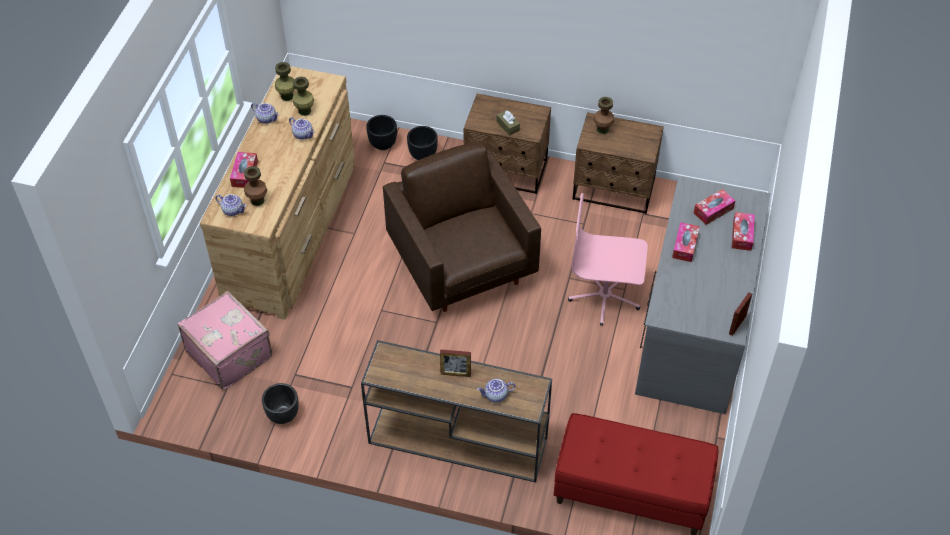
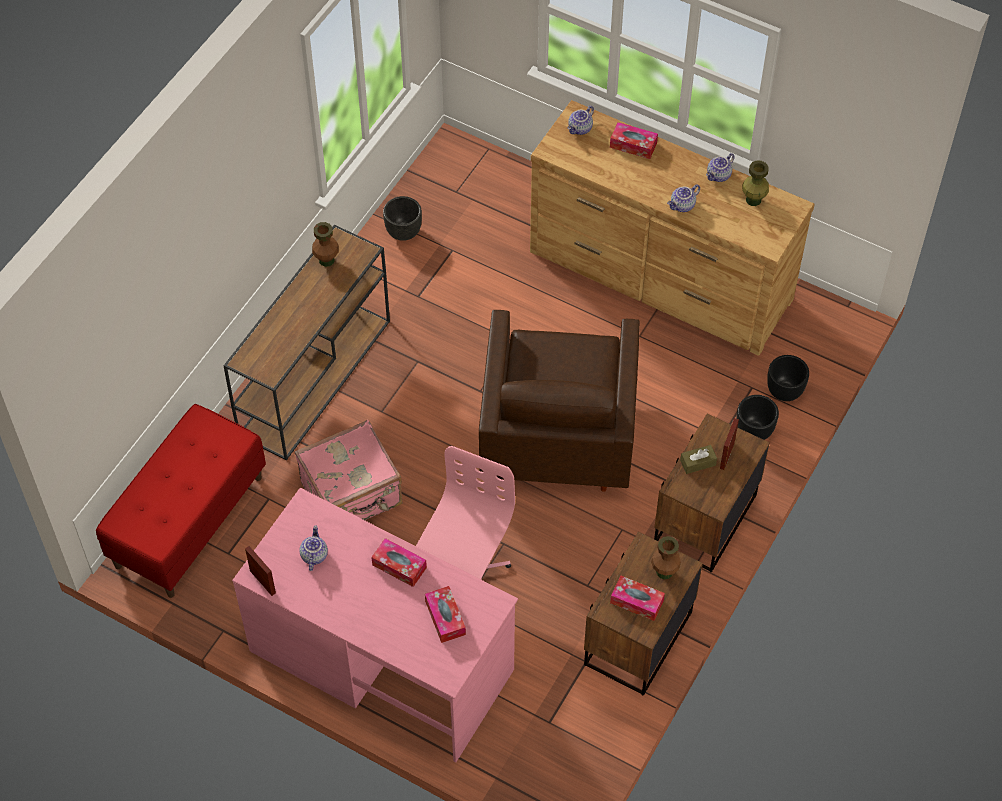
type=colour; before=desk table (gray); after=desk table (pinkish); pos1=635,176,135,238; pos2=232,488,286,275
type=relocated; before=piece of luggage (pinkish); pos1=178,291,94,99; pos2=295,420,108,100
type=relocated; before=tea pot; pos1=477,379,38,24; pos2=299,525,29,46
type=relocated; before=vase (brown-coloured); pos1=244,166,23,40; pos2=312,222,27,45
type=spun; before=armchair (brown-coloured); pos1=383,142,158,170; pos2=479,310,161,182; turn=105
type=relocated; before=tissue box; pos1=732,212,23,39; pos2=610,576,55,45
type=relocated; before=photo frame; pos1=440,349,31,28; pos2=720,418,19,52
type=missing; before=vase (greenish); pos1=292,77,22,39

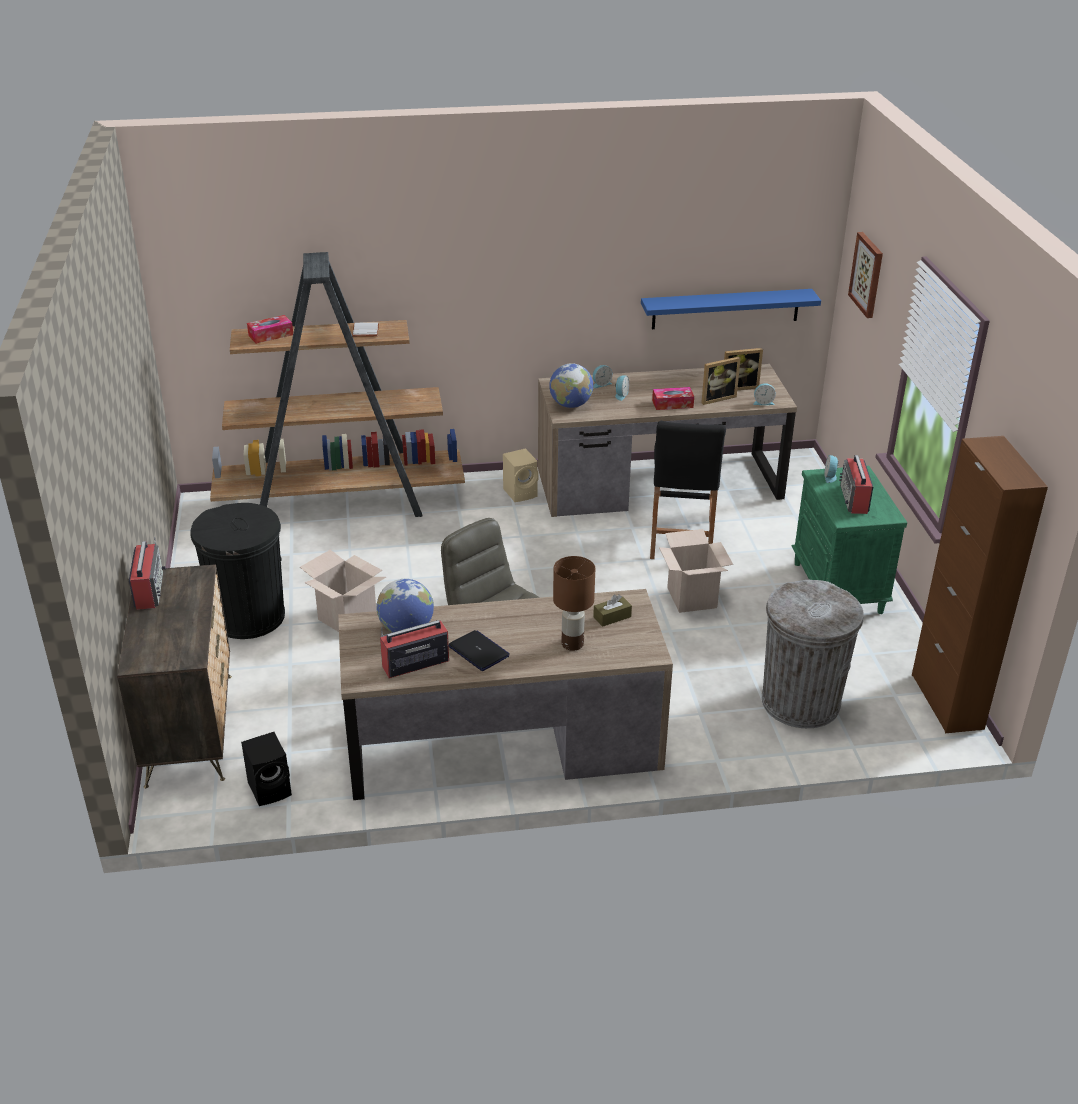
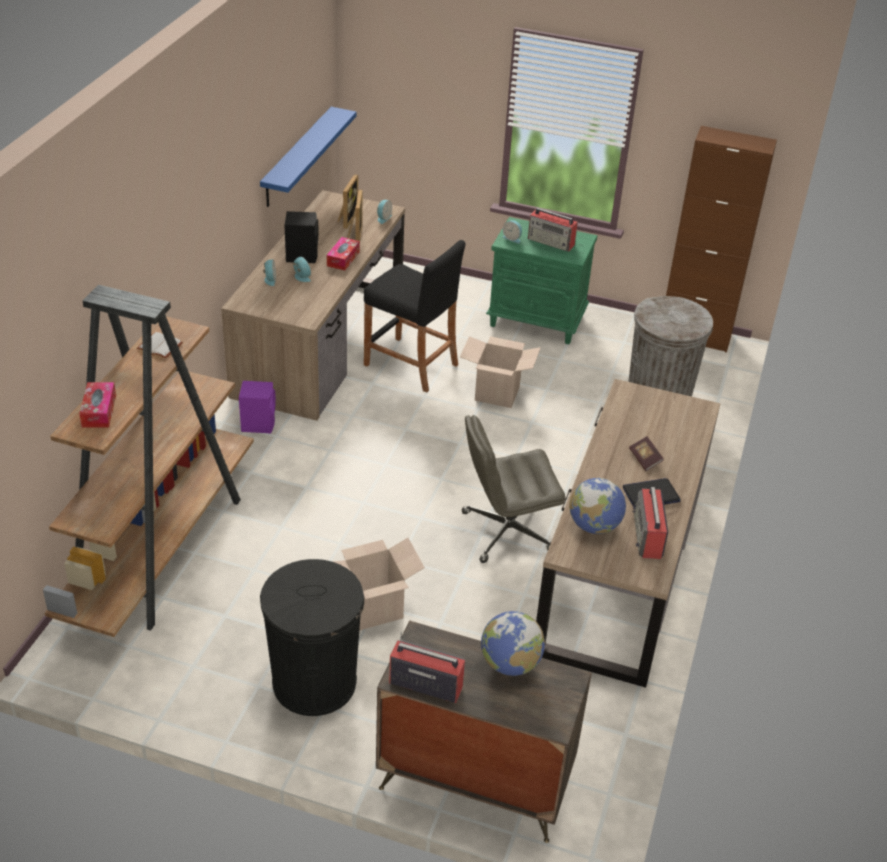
type=colour; before=audio speaker (beige-coloured); after=audio speaker (purplish); pos1=503,448,35,54; pos2=239,381,37,53
type=relocated; before=audio speaker (black-coloured); pos1=241,732,51,74; pos2=284,211,34,52
type=relocated; before=desk globe; pos1=549,363,44,45; pos2=481,611,64,65
type=appeared; after=bound book; pos2=629,436,35,35
type=missing; before=table lamp (brown-coloured); pos1=553,556,42,95
type=missing; before=tissue box (brown-coloured); pos1=593,594,39,33
type=missing; before=picture; pos1=848,232,35,86

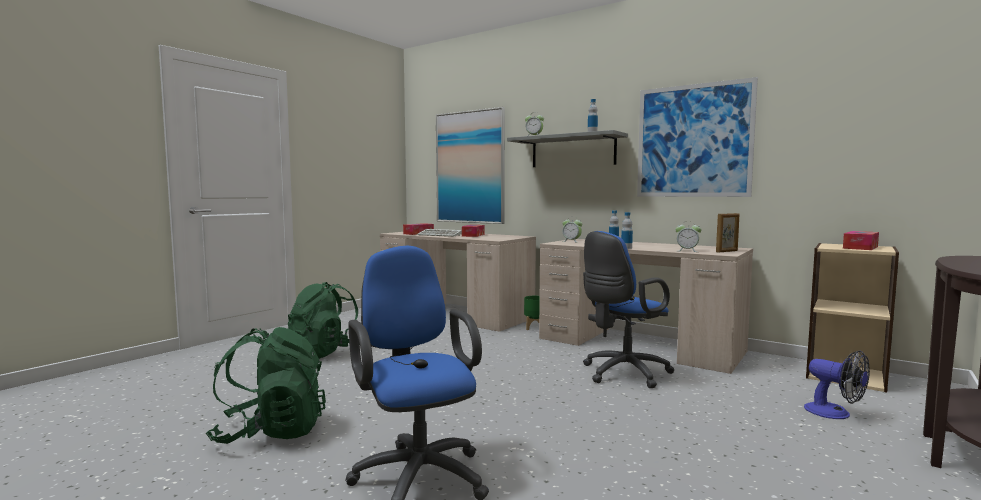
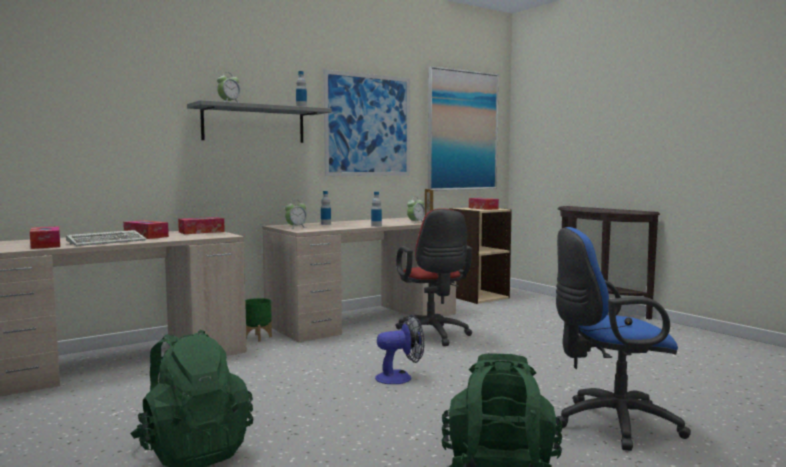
type=appeared; after=tissue box; pos2=178,217,47,17
type=relocated; before=cooling fan; pos1=804,350,66,69; pos2=375,315,49,69
type=colour; before=office chair (blue-coloured); after=office chair (reddish); pos1=583,231,92,157; pos2=395,208,77,138
type=relocated; before=picture; pos1=436,107,69,117; pos2=428,66,71,125

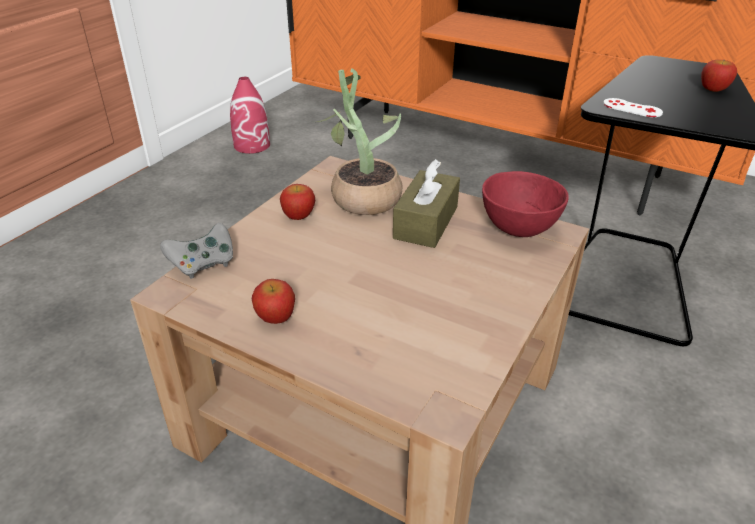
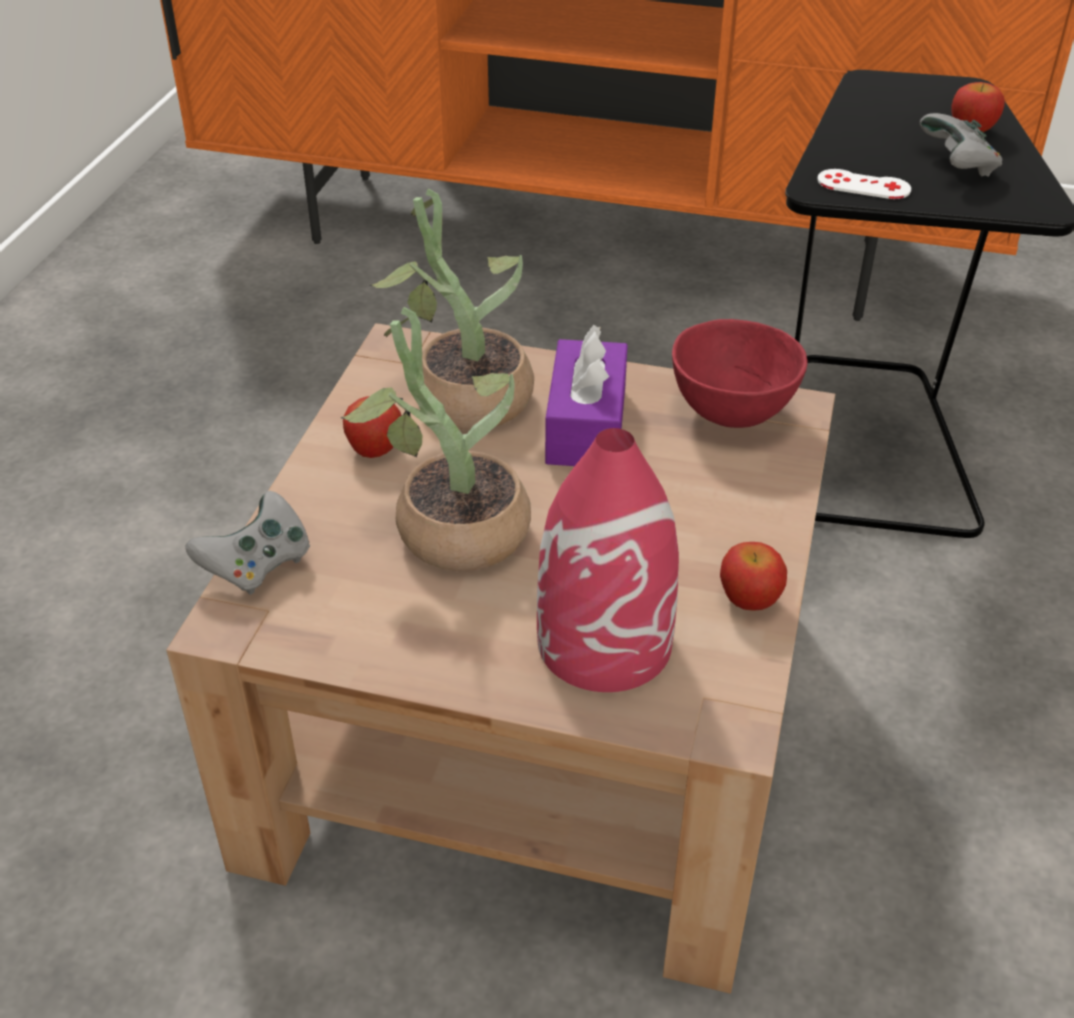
type=appeared; after=potted plant; pos2=341,307,190,264
type=relocated; before=vase (reddish); pos1=230,77,40,77; pos2=537,428,142,264
type=colour; before=tissue box (brown-coloured); after=tissue box (purplish); pos1=393,159,67,89; pos2=545,325,83,141
type=relocated; before=whole apple; pos1=252,279,43,45; pos2=720,542,67,69
type=appeared; after=game controller (gray); pos2=920,113,82,64

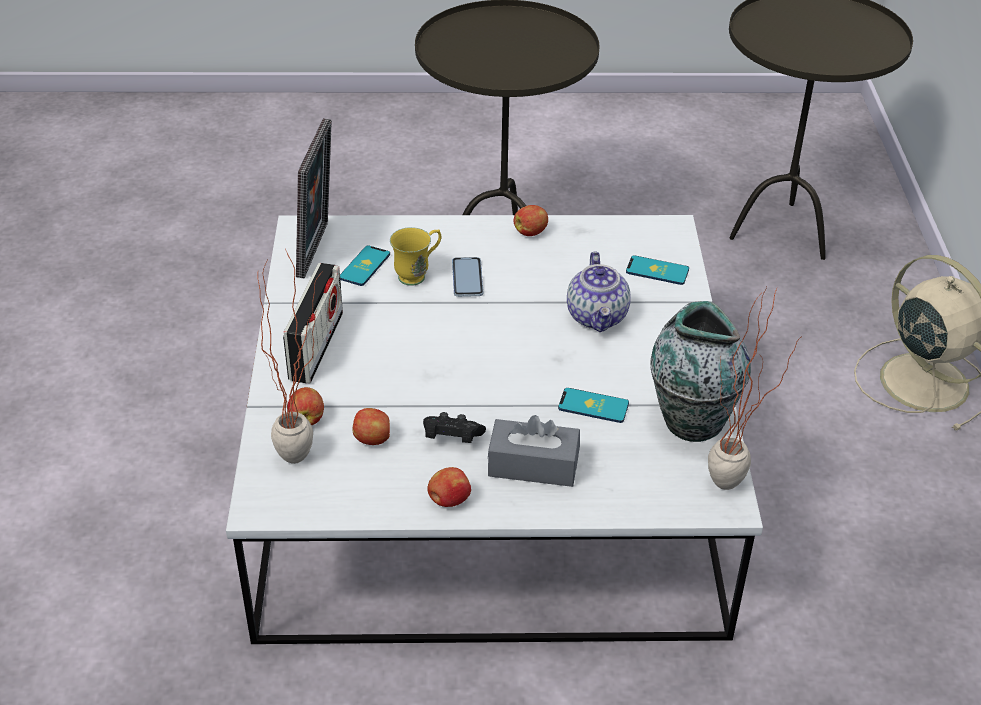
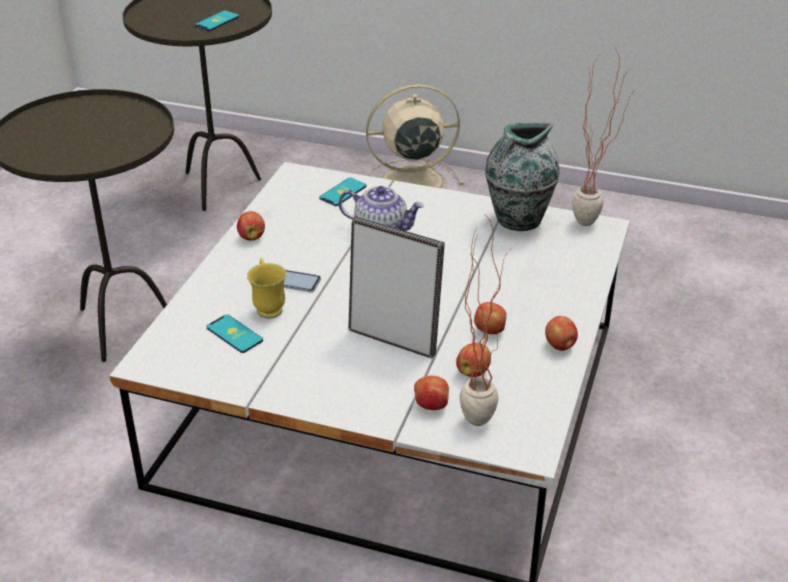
type=relocated; before=phone; pos1=558,388,71,35; pos2=195,10,44,21
type=relocated; before=photo frame; pos1=296,118,36,160; pos2=348,217,97,141
type=exchanged; before=game controller (black-coloured); after=whole apple; pos1=423,412,63,31; pos2=474,302,33,32
type=missing; before=radio receiver; pos1=283,263,60,121
type=missing; before=tissue box (gray); pos1=488,415,92,72

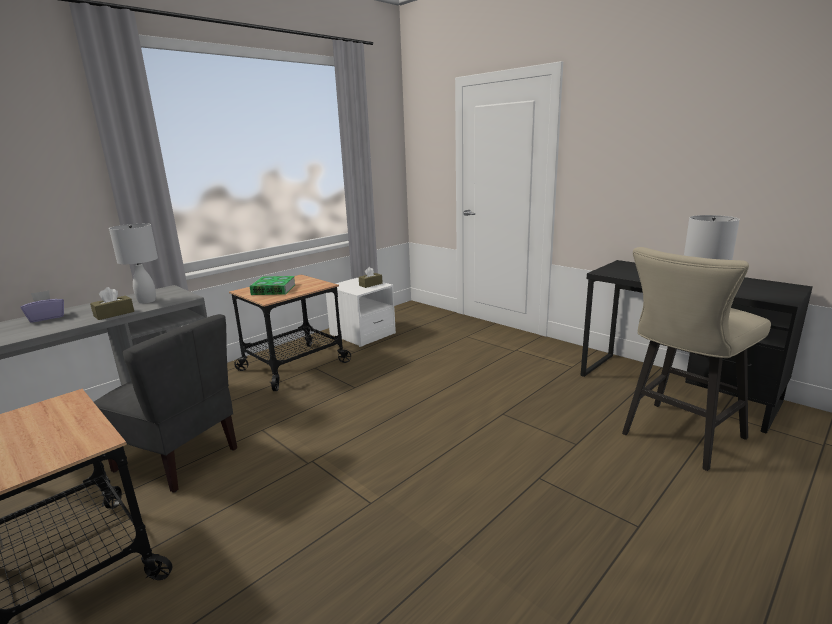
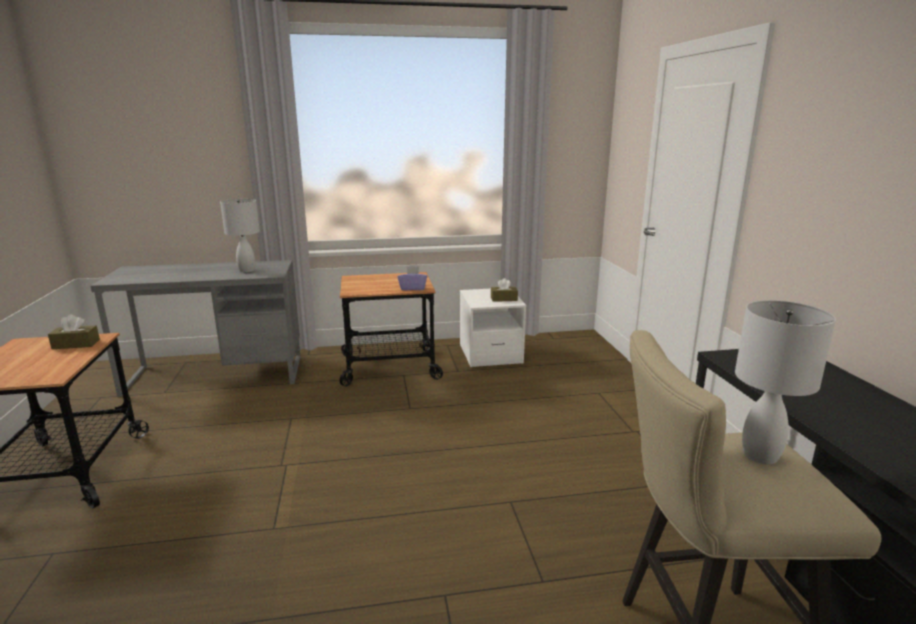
type=relocated; before=tissue box (brown-coloured); pos1=90,287,44,33; pos2=48,314,52,35
type=relocated; before=tissue box (purplish); pos1=21,290,43,33; pos2=398,266,29,24
type=missing; before=upright chair (gray); pos1=94,314,143,179
type=missing; before=bound book; pos1=250,276,46,19

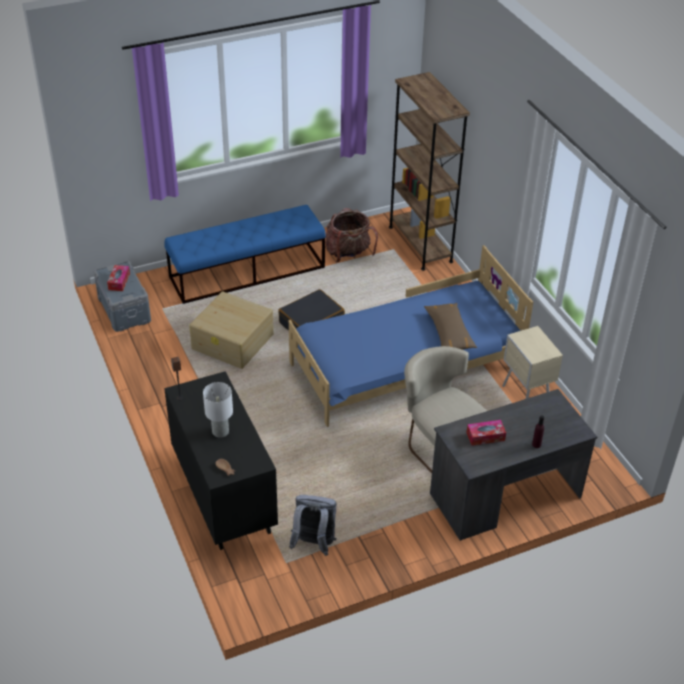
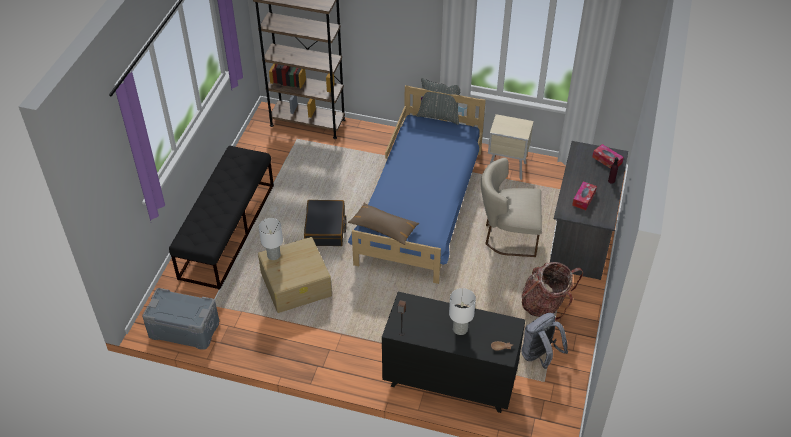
type=colour; before=bench (blue-coloured); after=bench (black-coloured); pos1=165,205,161,99; pos2=169,146,105,143
type=appeared; after=table lamp (whitish); pos2=259,218,24,42
type=relocated; before=cushion (brown-coloured); pos1=424,303,53,47; pos2=348,203,71,42
type=appeared; after=cushion (gray); pos2=416,78,44,47
type=relocated; before=knapsack; pos1=325,208,53,55; pos2=522,262,61,59
type=relocated; before=tissue box; pos1=107,265,23,26; pos2=592,144,32,25

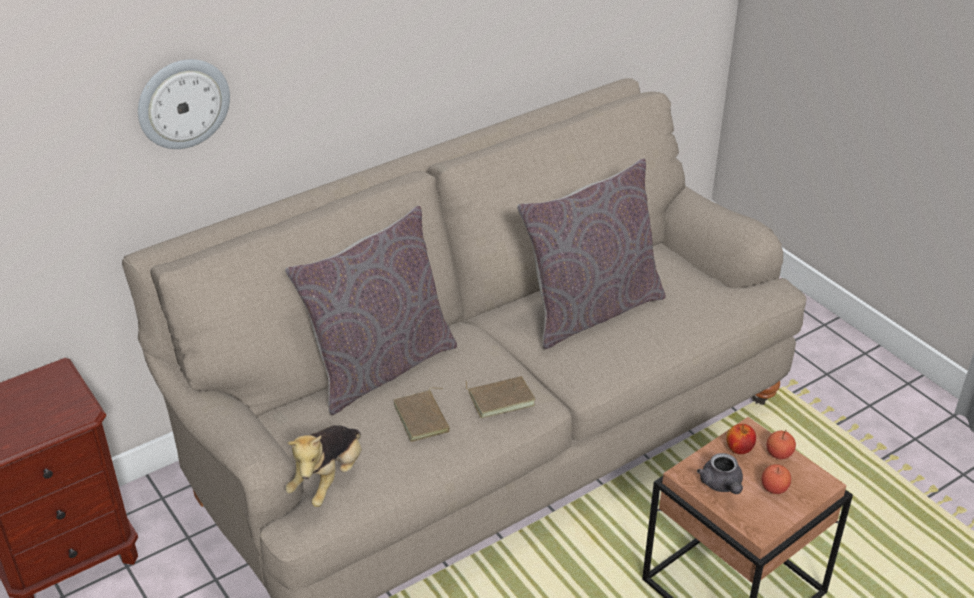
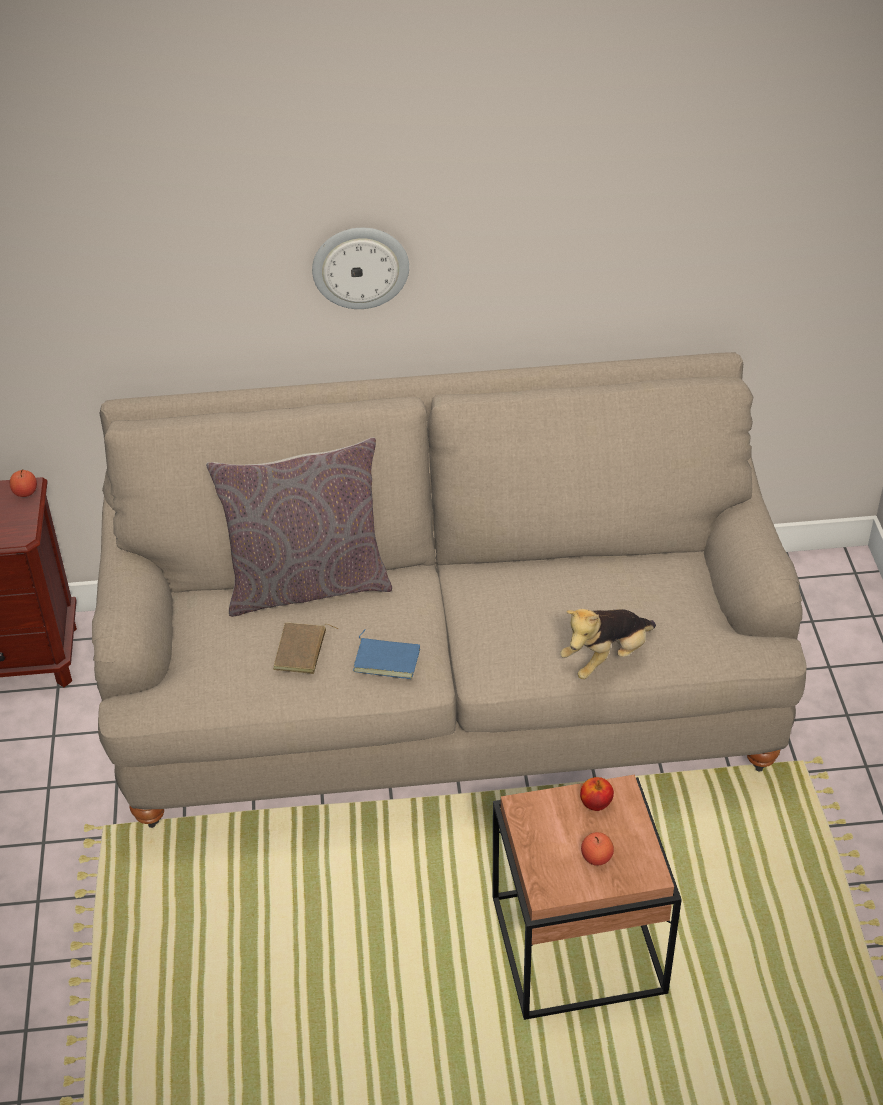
type=relocated; before=whole apple; pos1=766,430,30,29; pos2=10,469,27,28
type=relocated; before=hanging clock; pos1=138,59,92,90; pos2=312,228,97,81
type=colour; before=bound book (brown-coloured); after=bound book (blue-coloured); pos1=465,376,71,42; pos2=353,629,67,50
type=relocated; before=cuddly toy; pos1=285,425,76,82; pos2=560,609,96,70
type=missing; before=cushion (gray); pos1=517,158,148,191
type=missing; before=tea pot (gray); pos1=697,453,46,41

